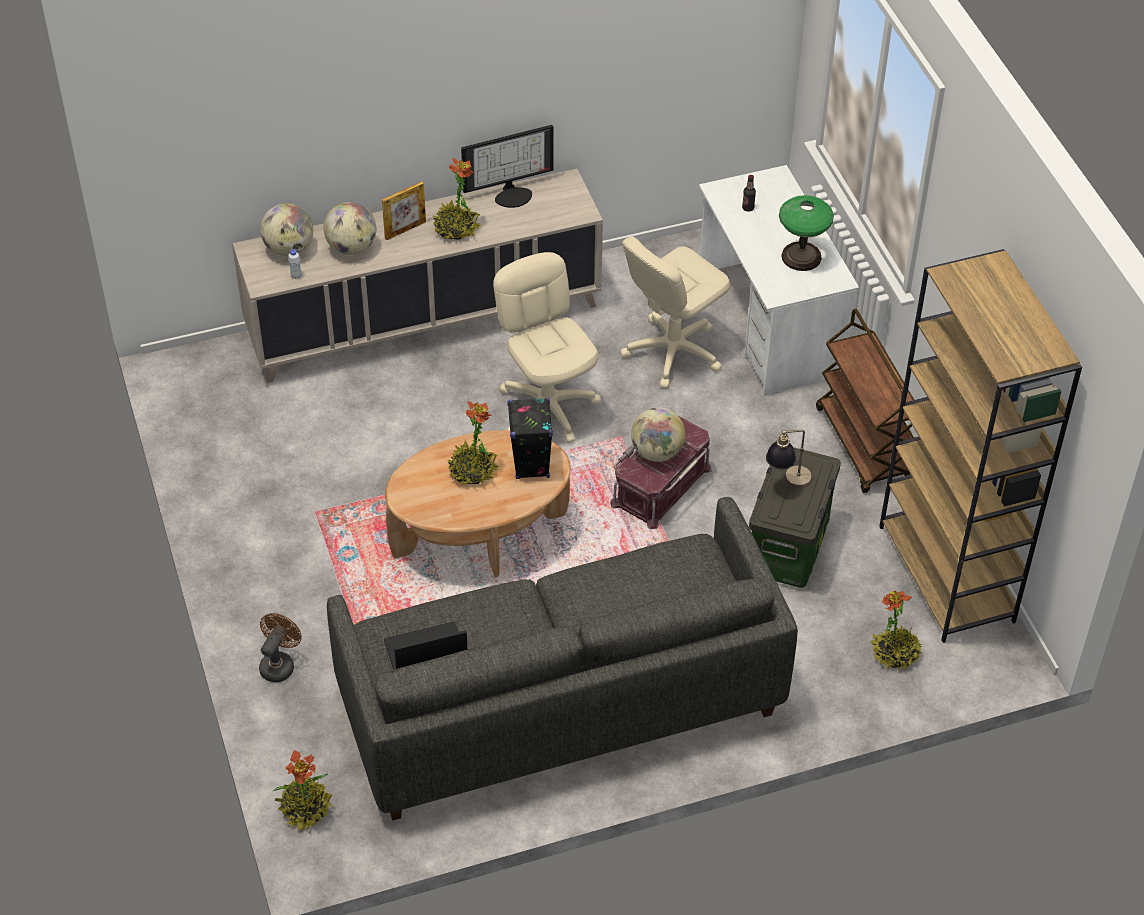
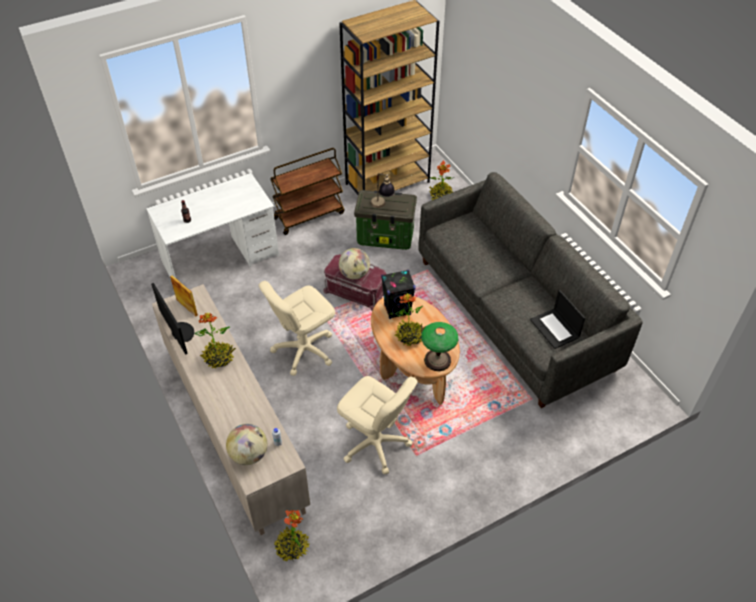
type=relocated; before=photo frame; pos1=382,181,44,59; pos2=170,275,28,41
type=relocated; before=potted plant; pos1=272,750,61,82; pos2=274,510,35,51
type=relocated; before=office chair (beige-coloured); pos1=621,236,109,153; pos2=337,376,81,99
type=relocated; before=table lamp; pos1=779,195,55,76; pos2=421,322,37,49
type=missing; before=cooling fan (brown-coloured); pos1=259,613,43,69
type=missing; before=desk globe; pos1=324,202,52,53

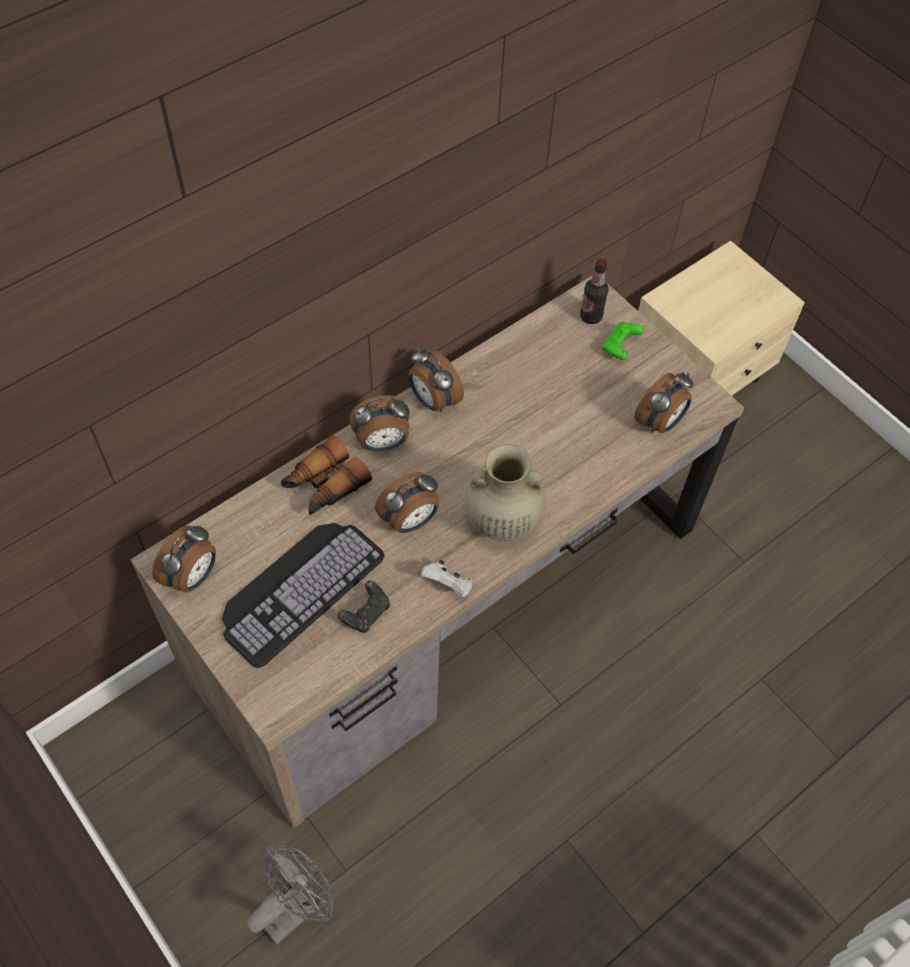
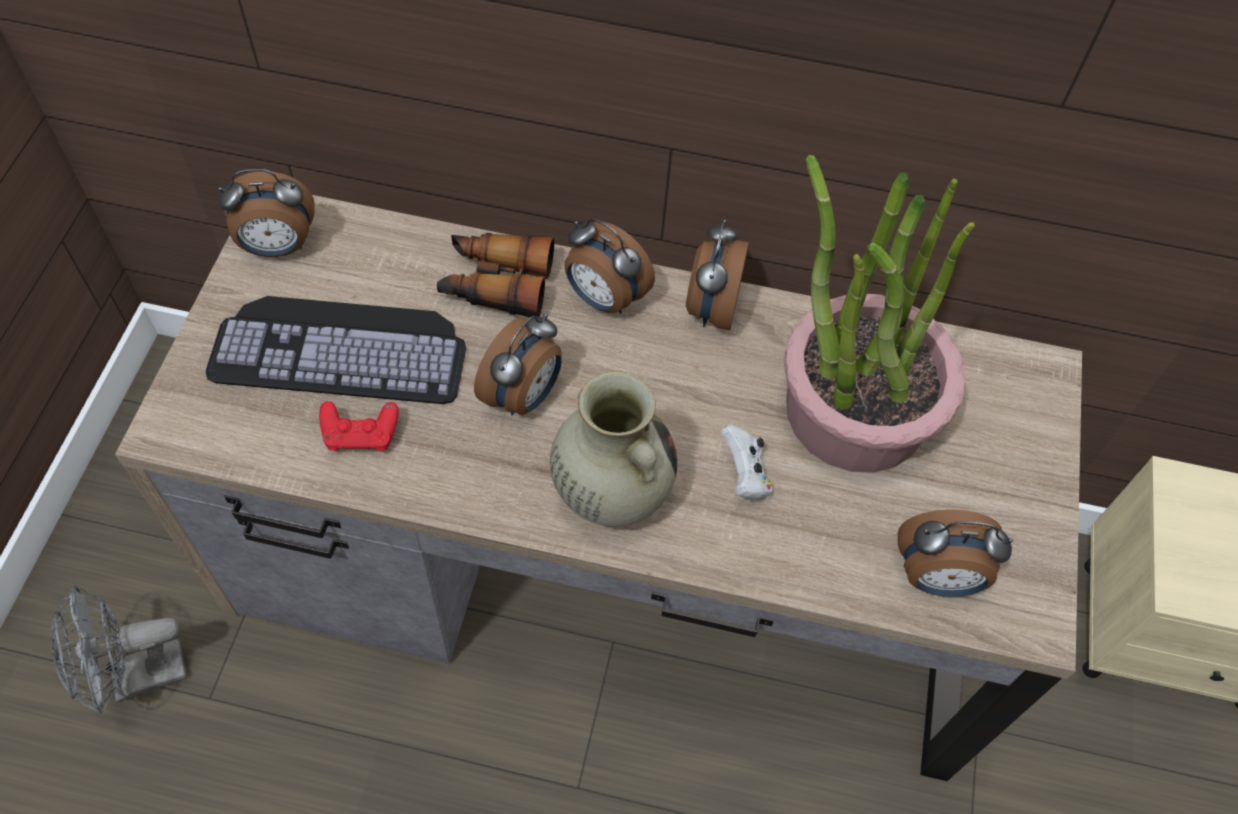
type=spun; before=cooling fan (gray); pos1=247,845,86,100; pos2=51,586,136,127; turn=150
type=colour; before=game controller (black-coloured); after=game controller (reddish); pos1=337,580,53,53; pos2=319,401,80,50
type=spun; before=alarm clock; pos1=375,472,64,61; pos2=474,314,88,102; turn=-75
type=relocated; before=game controller (whitish); pos1=421,560,51,37; pos2=721,425,52,74
type=appeared; after=potted plant; pos2=784,155,191,318
type=missing; before=bottle; pos1=580,259,28,65
type=missing; before=game controller (greenish); pos1=602,322,42,38

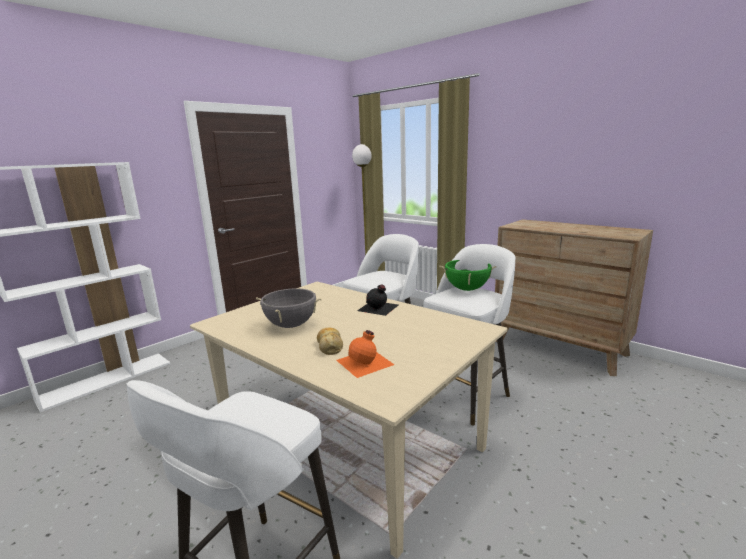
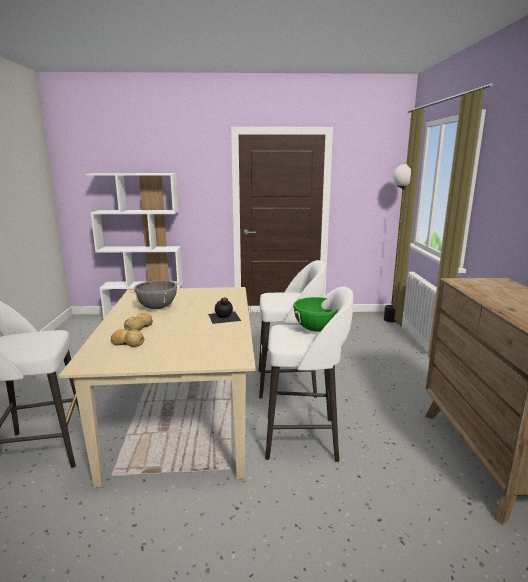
type=exchanged; before=bottle (orangey); after=bread; pos1=336,330,58,48; pos2=111,329,34,18

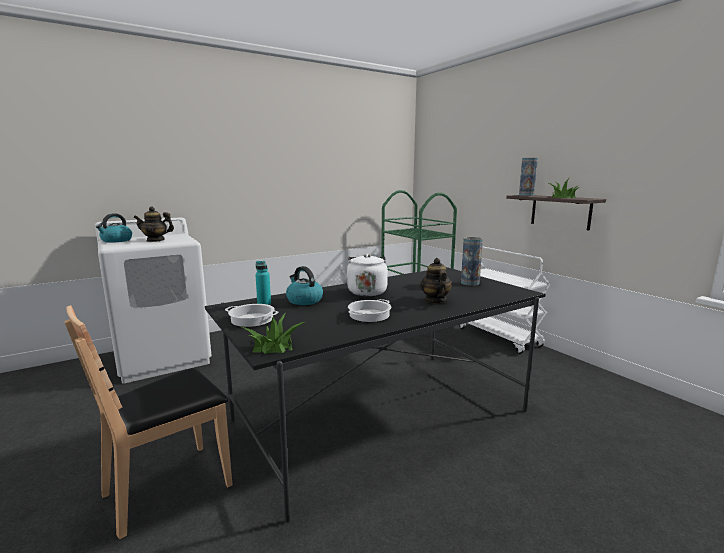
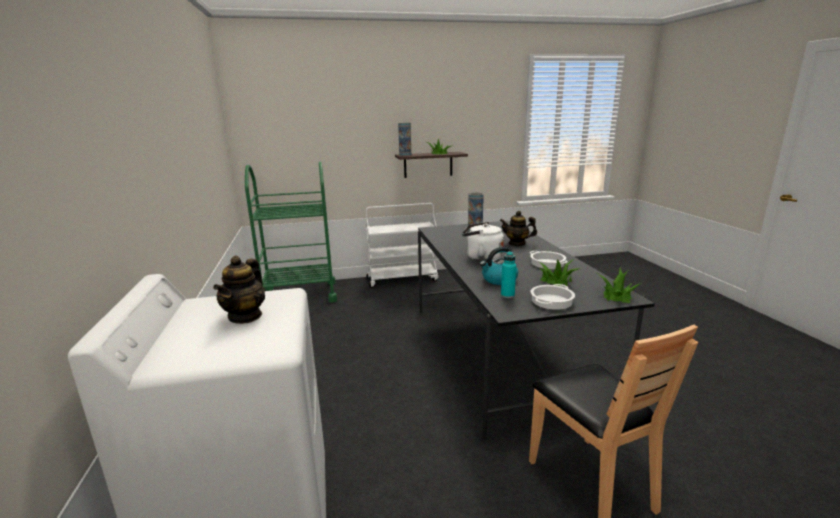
type=appeared; after=potted plant; pos2=540,259,40,27
type=missing; before=kettle; pos1=96,213,36,30

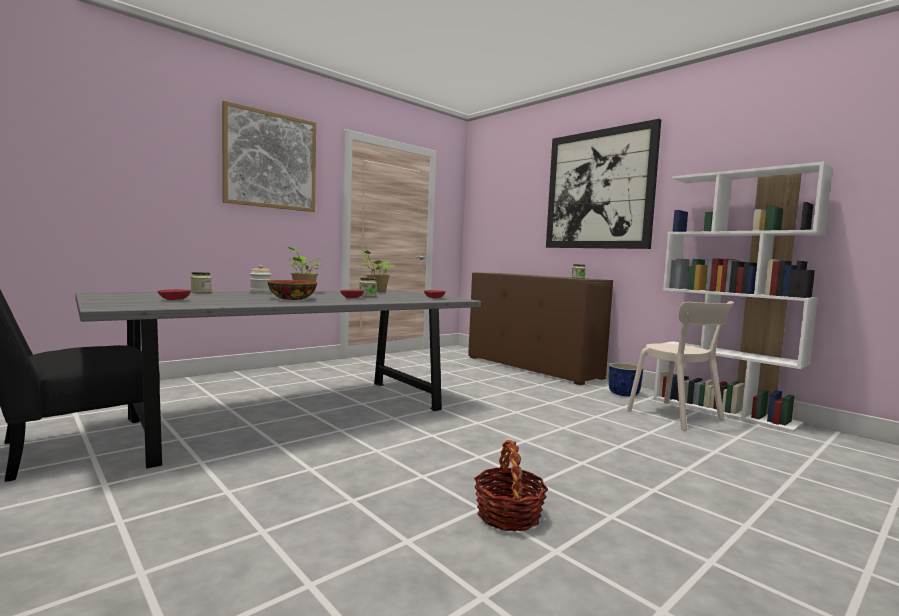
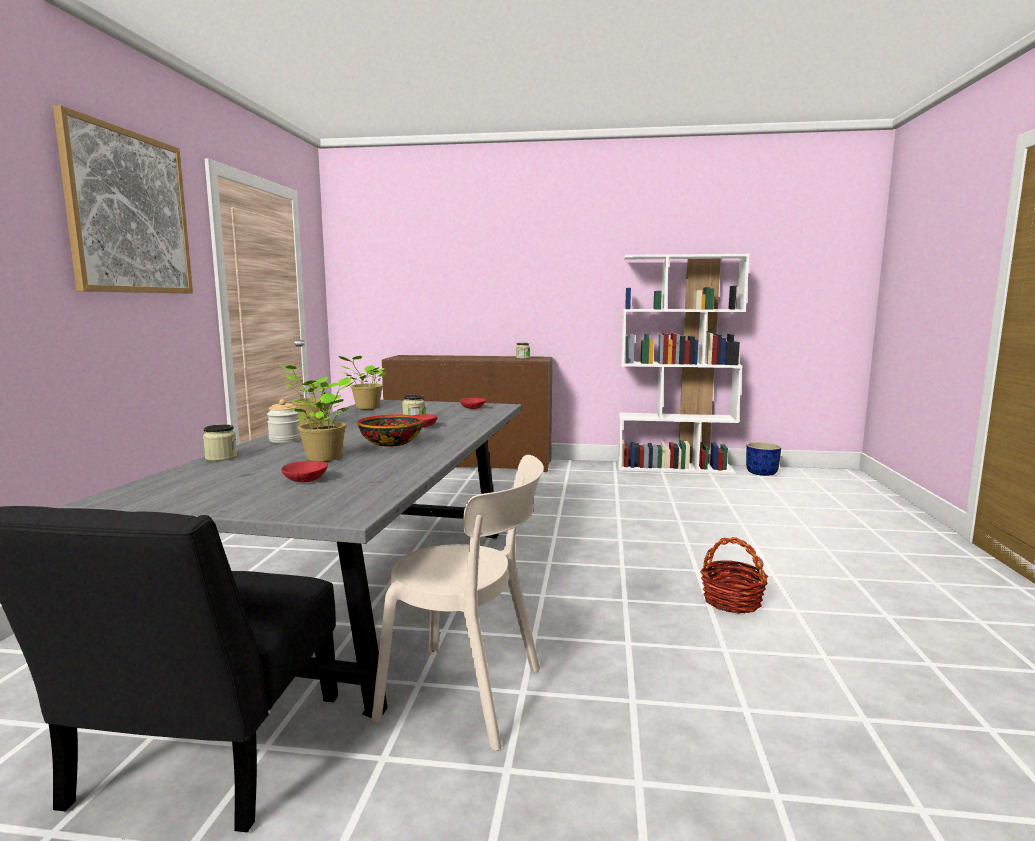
type=appeared; after=potted plant; pos2=285,377,71,84
type=relocated; before=upright chair (beige-coloured); pos1=627,301,107,130; pos2=371,455,173,296
type=relocated; before=flower pot (blue-coloured); pos1=609,363,34,33; pos2=746,442,35,34
type=missing; before=picture; pos1=546,119,115,130

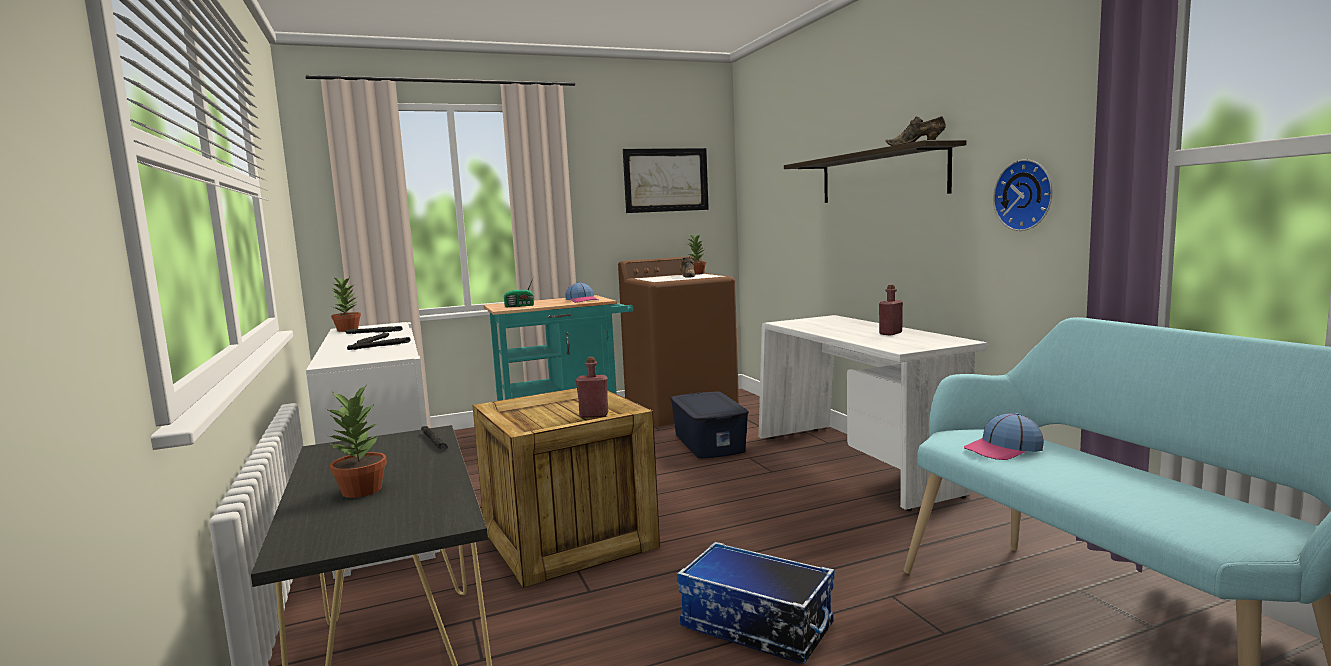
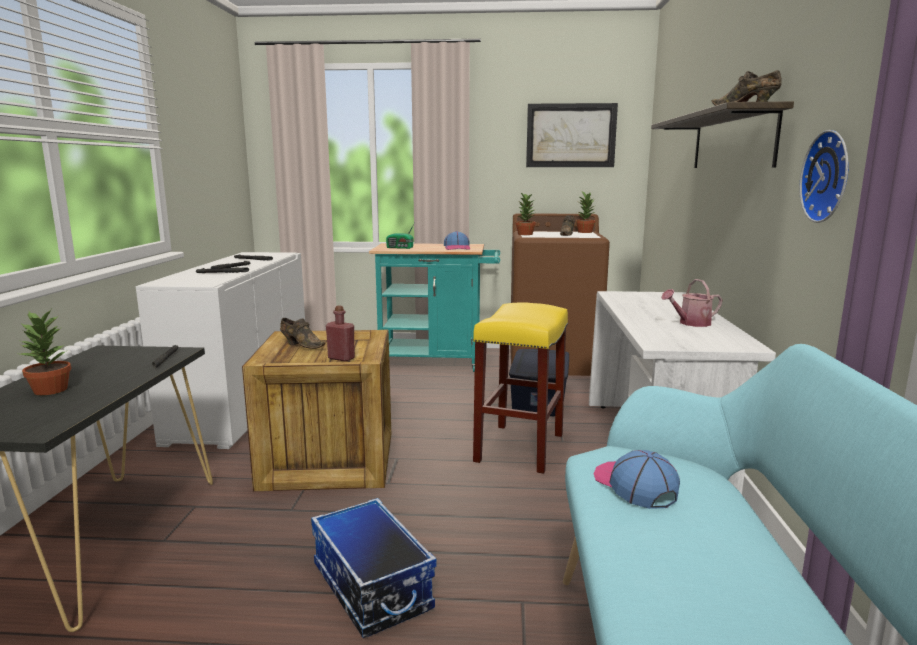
type=appeared; after=shoe (brown-coloured); pos2=280,318,45,31
type=appeared; after=stool (yellow); pos2=473,302,95,172
type=relocated; before=potted plant; pos1=331,277,30,55; pos2=515,192,21,43
type=spun; before=baseball cap; pos1=964,413,80,47; pos2=594,450,86,59; turn=60
type=exchanged; before=bottle (reddish); after=watering can; pos1=879,285,24,51; pos2=661,279,61,48

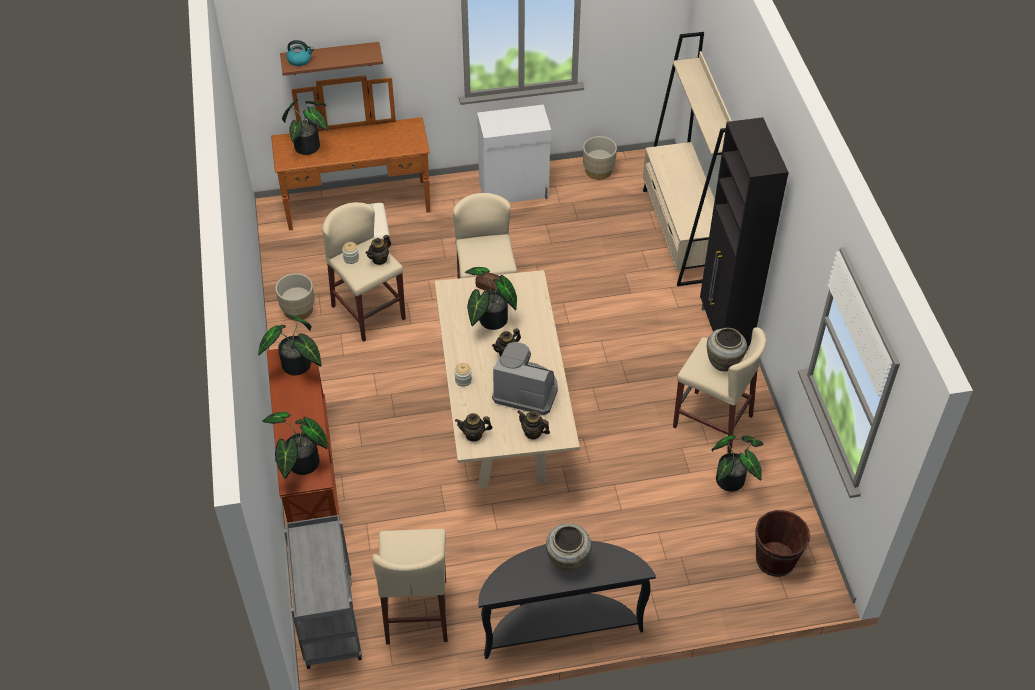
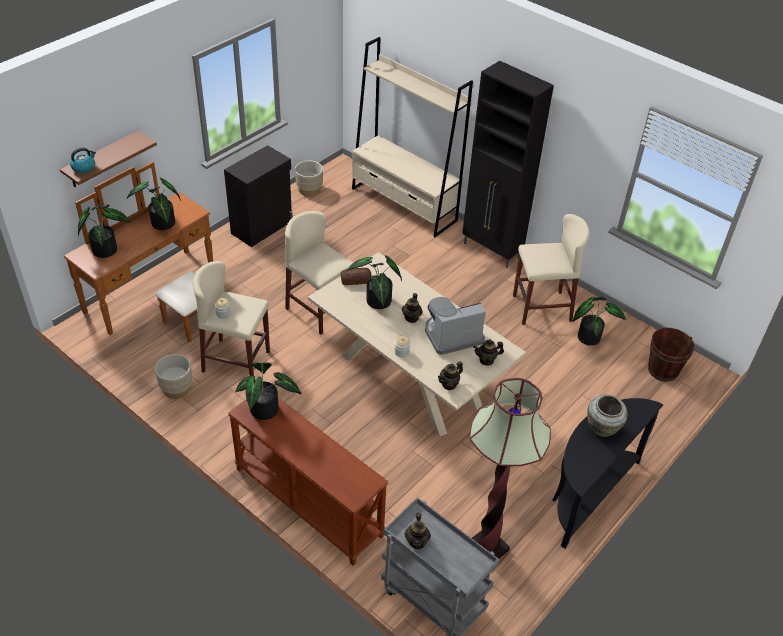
type=relocated; before=potted plant; pos1=262,412,66,67; pos2=127,178,54,52
type=colour; before=storage cabinet (whitish); after=storage cabinet (black-coloured); pos1=477,105,74,98; pos2=224,145,69,102
type=relocated; before=tea pot; pos1=366,235,25,30; pos2=404,513,27,36
type=exchanged; before=stool (beige-coloured); after=standard lamp; pos1=372,529,76,115; pos2=469,378,82,181
type=missing; before=vase (beige-coloured); pos1=707,328,40,44

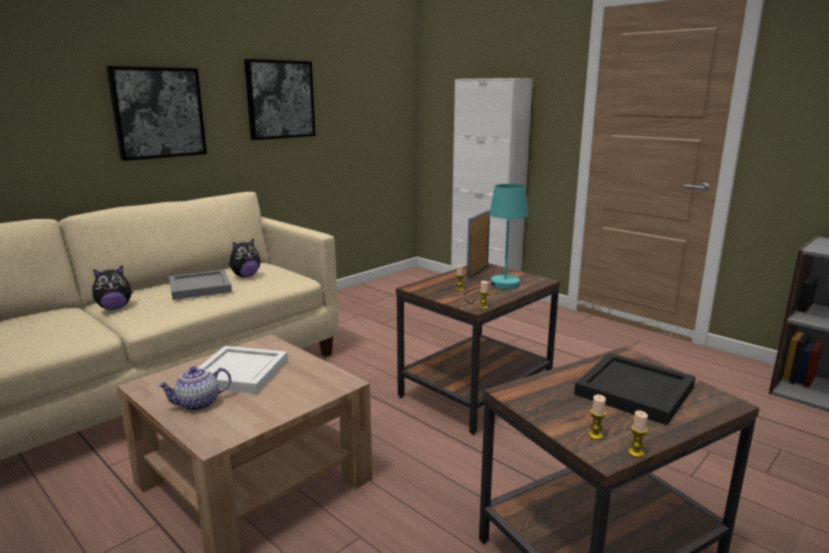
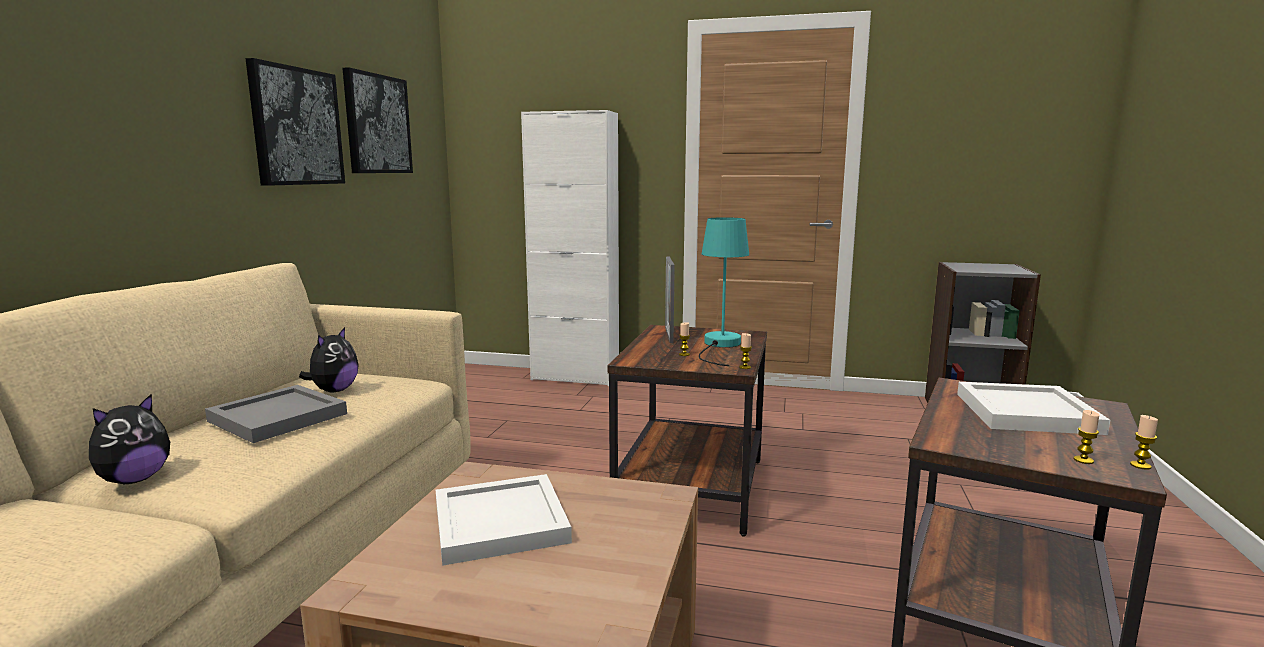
type=relocated; before=picture; pos1=106,66,101,95; pos2=342,67,71,106
type=colour; before=serving tray (black-coloured); after=serving tray (whitish); pos1=574,353,122,72; pos2=957,382,153,53
type=missing; before=tea pot; pos1=157,367,74,44

